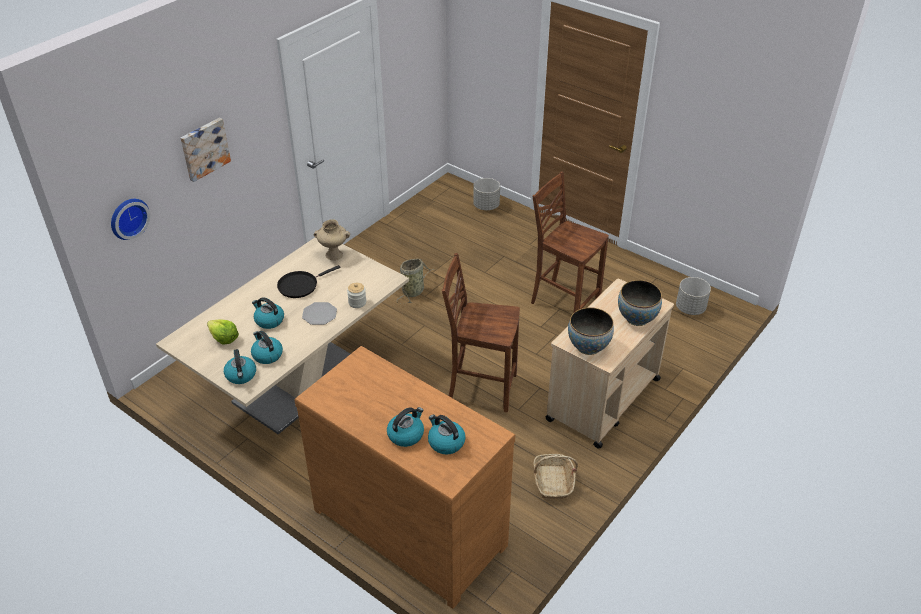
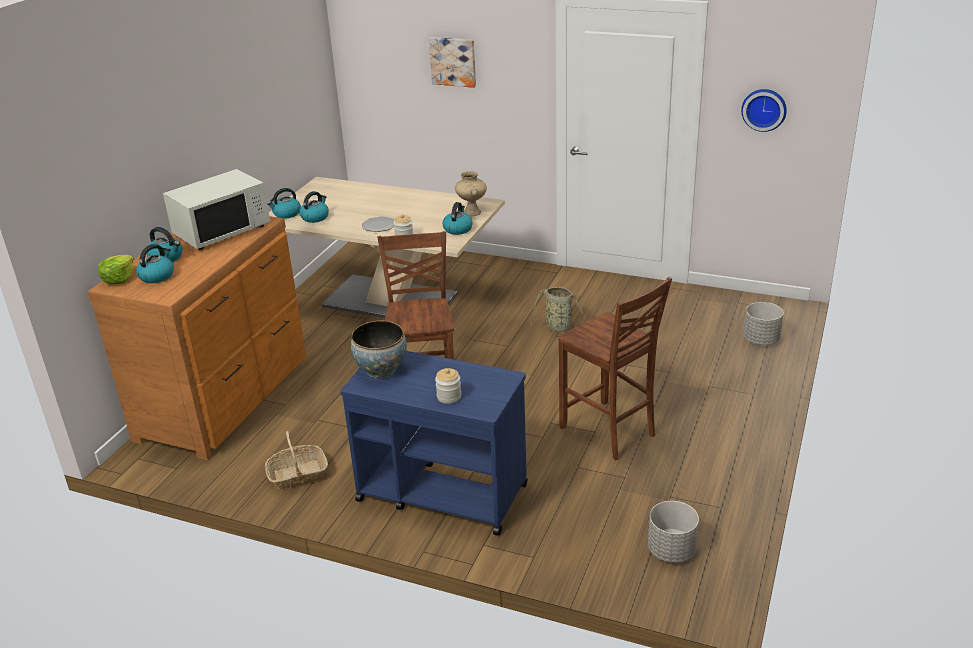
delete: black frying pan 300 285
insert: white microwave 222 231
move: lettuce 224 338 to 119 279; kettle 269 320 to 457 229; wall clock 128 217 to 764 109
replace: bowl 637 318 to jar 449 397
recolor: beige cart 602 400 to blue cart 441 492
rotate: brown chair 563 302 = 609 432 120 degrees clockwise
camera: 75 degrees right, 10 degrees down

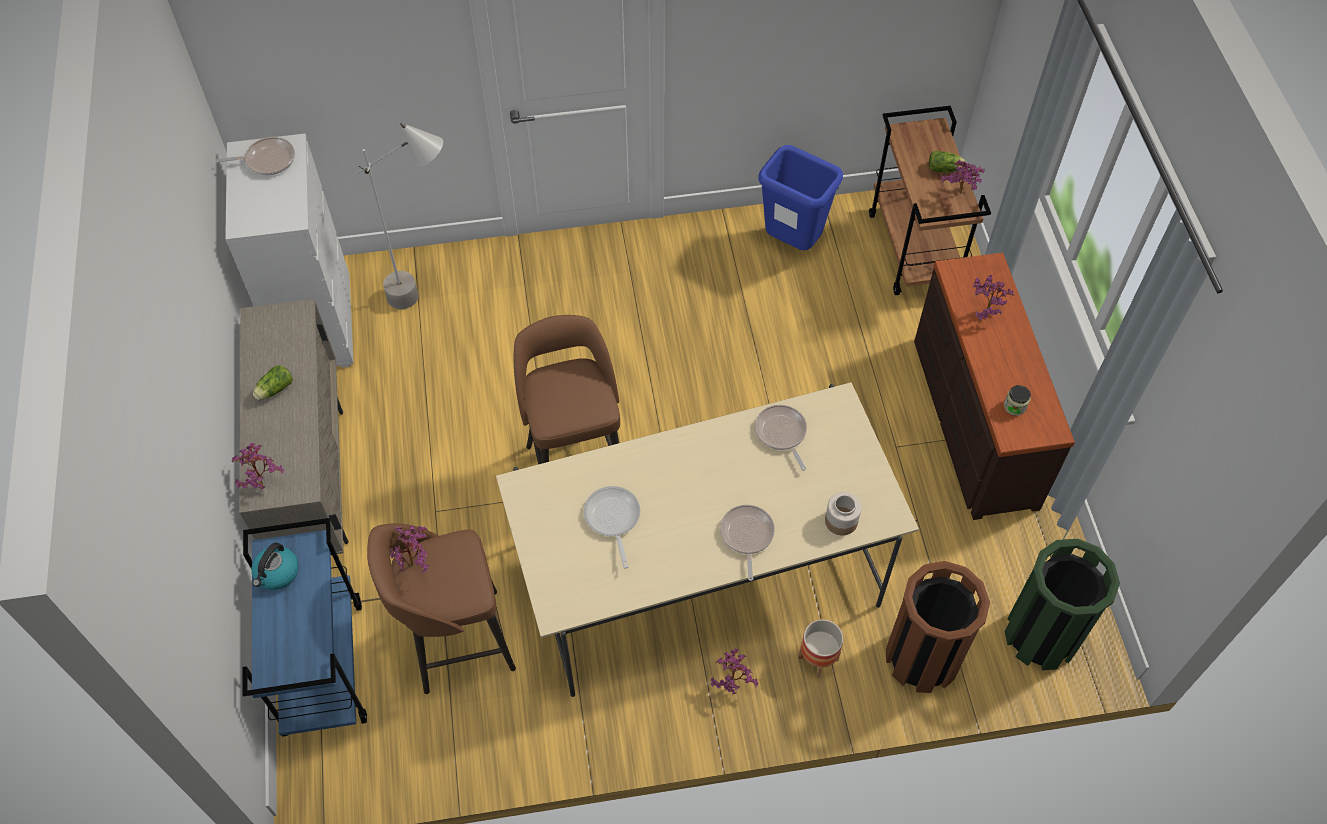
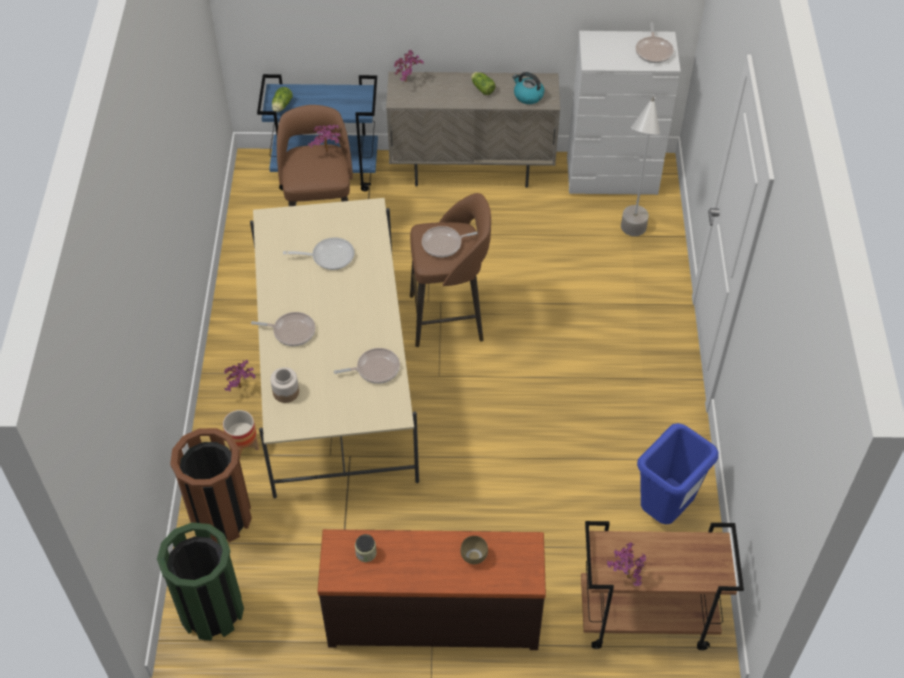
insert: frying pan 444 244
move: lettuce 945 169 to 281 106; kettle 277 573 to 528 96
replace: potted plant 984 314 to brown bowl 473 556
camera: 100 degrees right, 5 degrees down

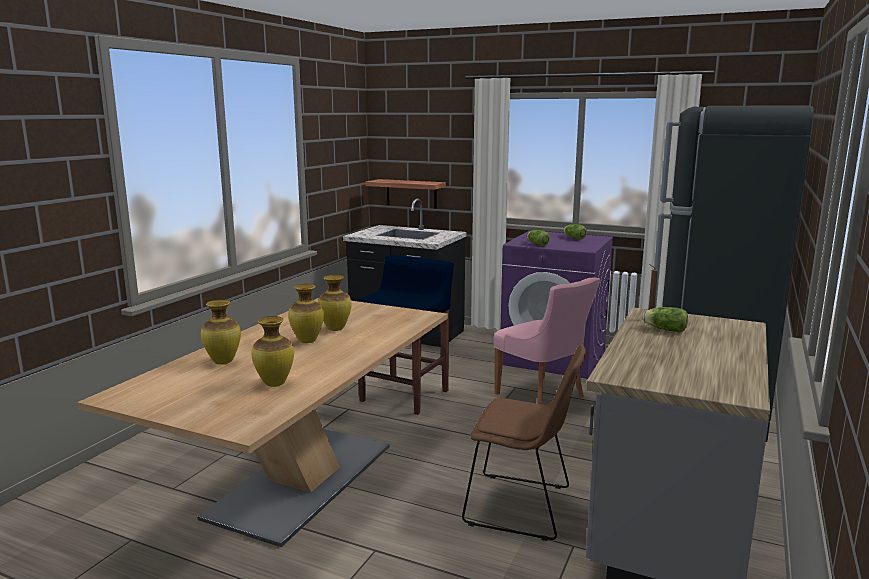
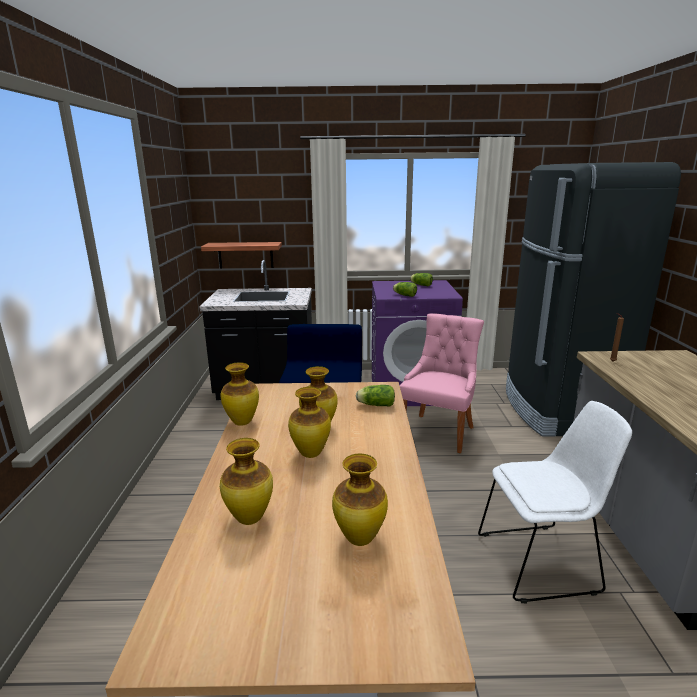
insert: vase 242 422
move: lettuce 664 329 to 375 405
recolor: brown chair 522 507 to white chair 541 561
rotate: pink chair 542 396 = 439 431 90 degrees counterclockwise
camera: 25 degrees left, 5 degrees up

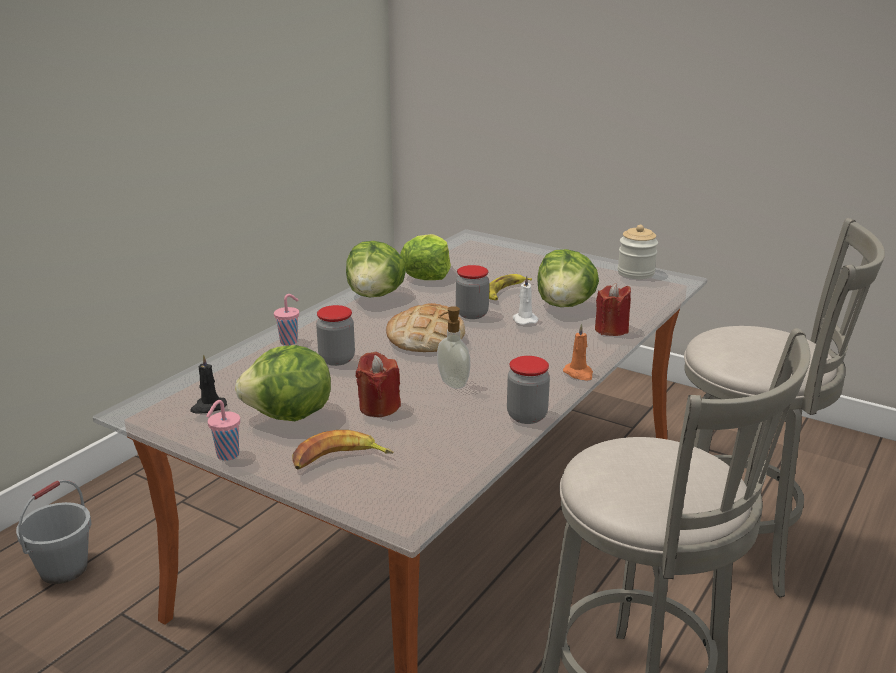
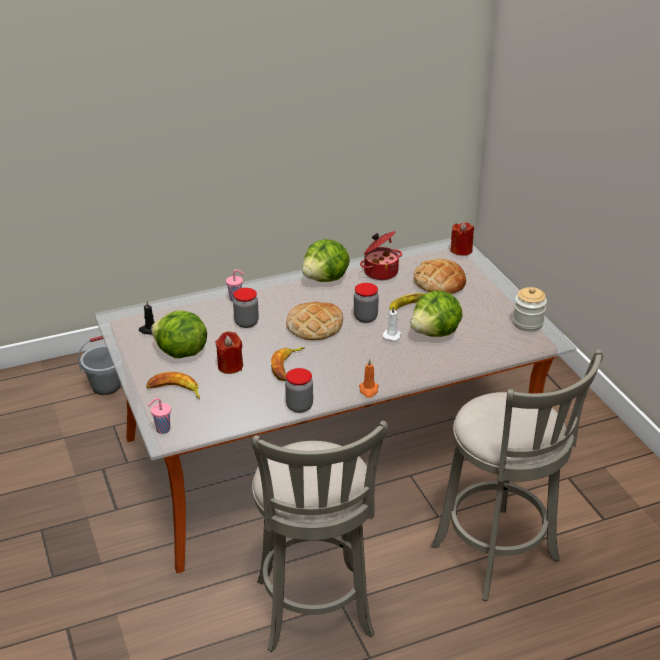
insert: bread 439 282
move: pink cup 226 456 to 162 429; red candle 611 329 to 461 250
replace: soap dispenser 452 384 to banana 287 366; lettuce 427 274 to cooking pot 380 271
camera: 35 degrees right, 10 degrees up

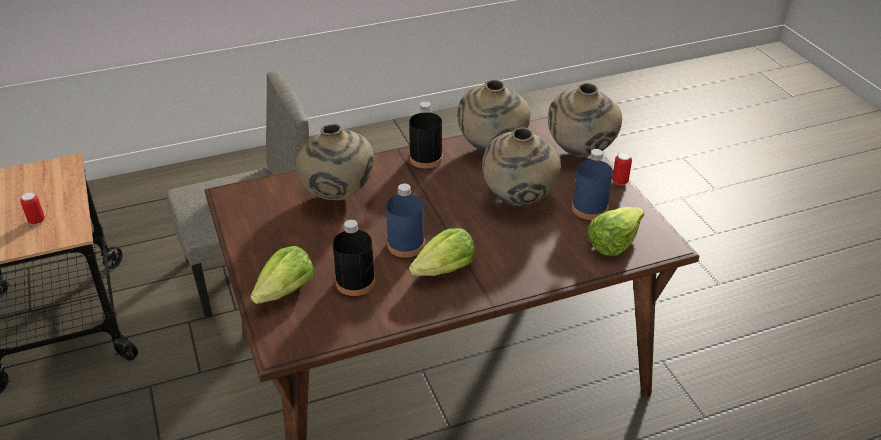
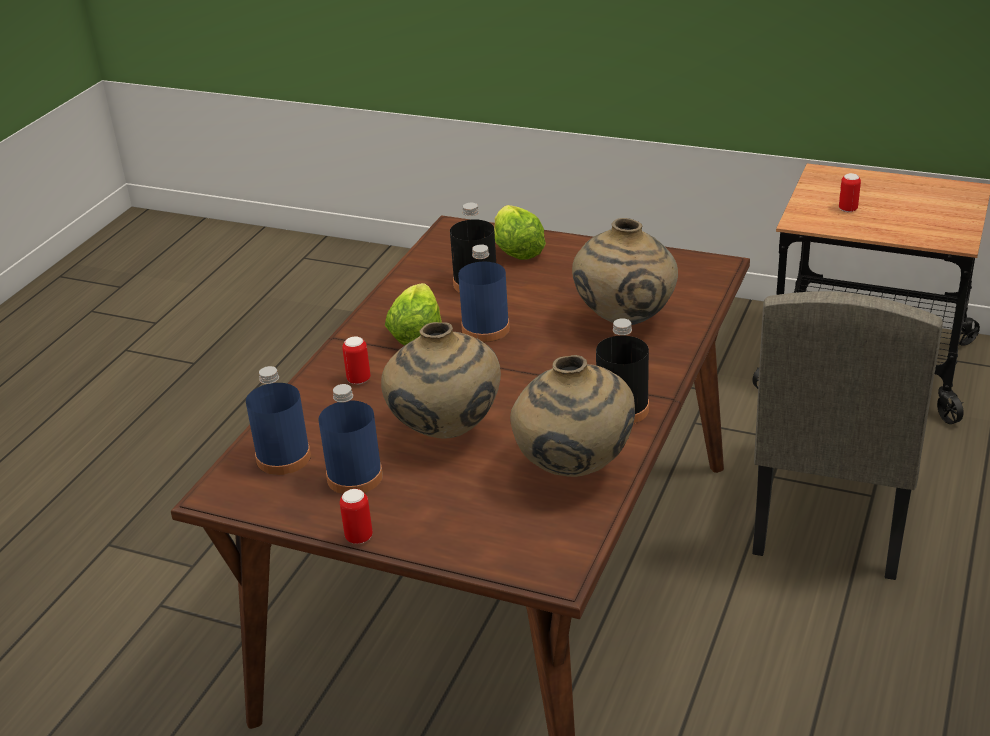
delete: beige vase 580 153
insert: can 359 380
replace: lettuce 613 242 to blue bottle 283 457
camera: 135 degrees right, 5 degrees down

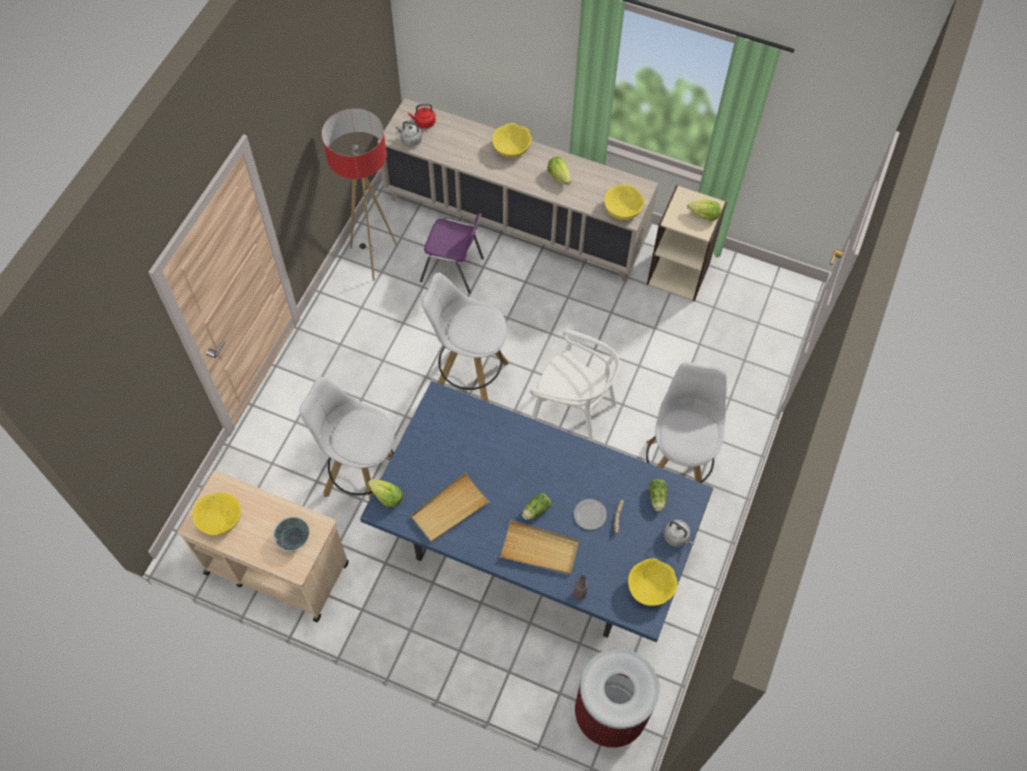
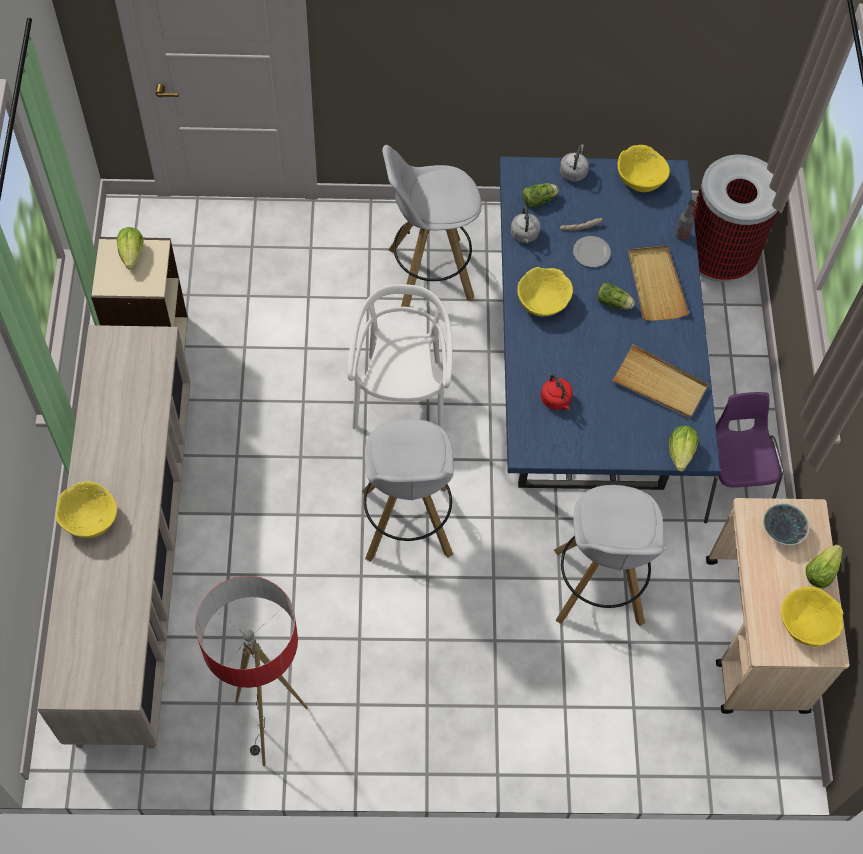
move: grey kettle 410 140 to 524 235; yellow bowl 622 210 to 543 302; red kettle 424 122 to 556 400; purple chair 453 270 to 730 485; lettuce 559 176 to 820 572
camera: 115 degrees left, 0 degrees up

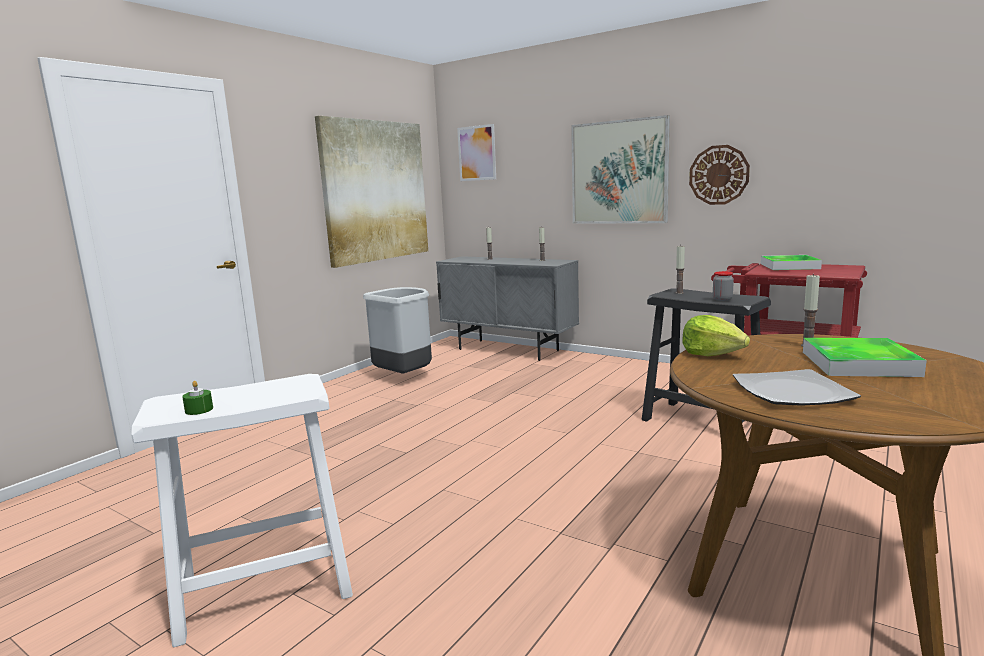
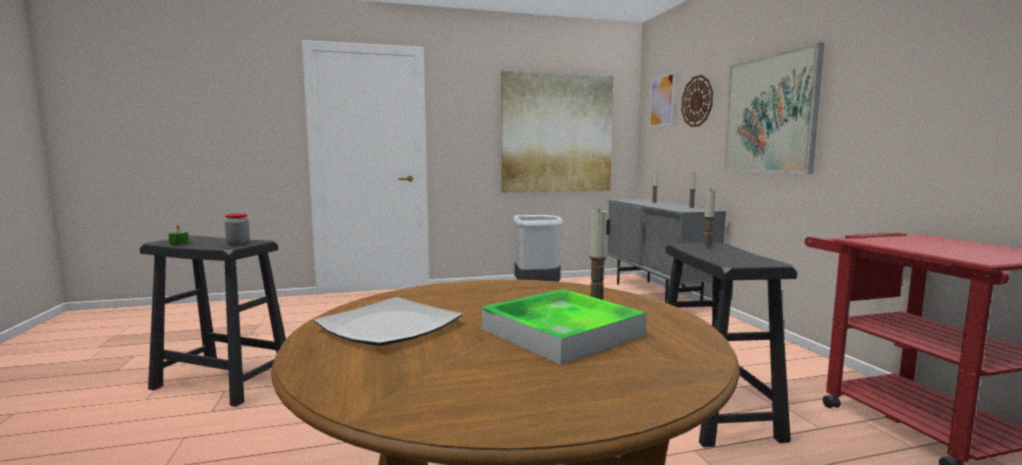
delete: lettuce 712 354; tray 789 266
move: jar 722 299 to 238 244; wall clock 718 175 to 697 101
recolor: white stool 266 588 to black stool 223 382
camera: 40 degrees right, 5 degrees down

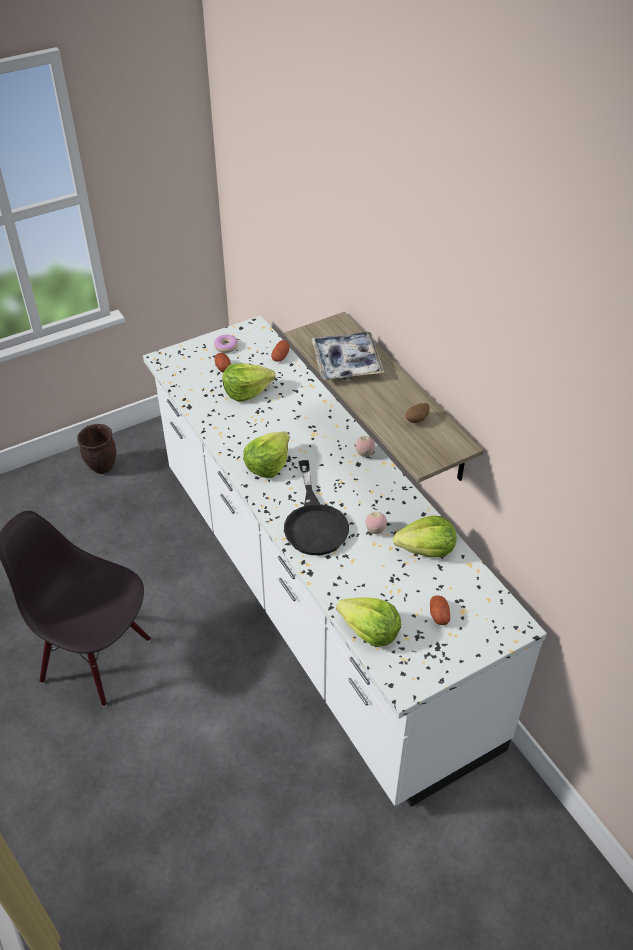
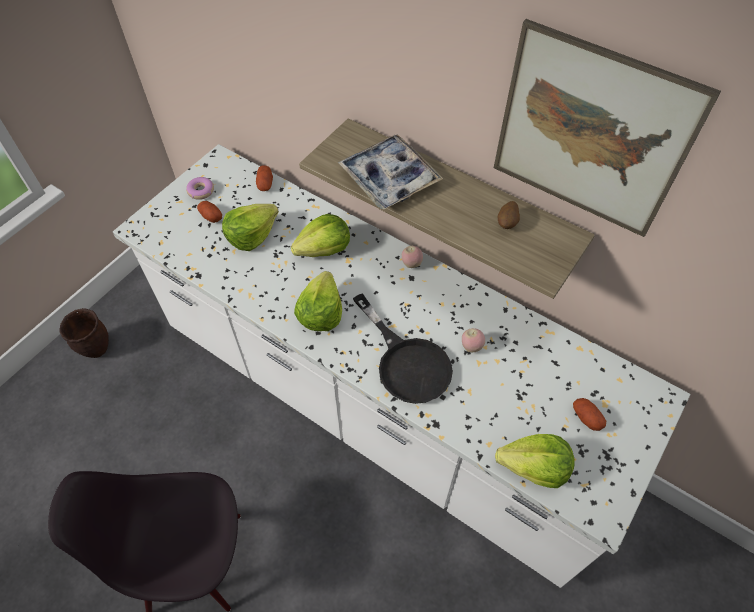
insert: picture 590 134
move: lettuce 426 549 to 324 249
camera: 25 degrees left, 10 degrees up

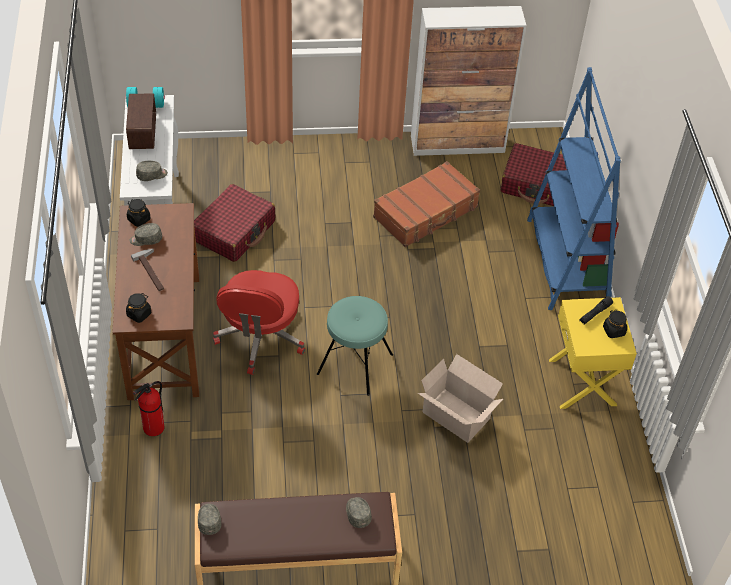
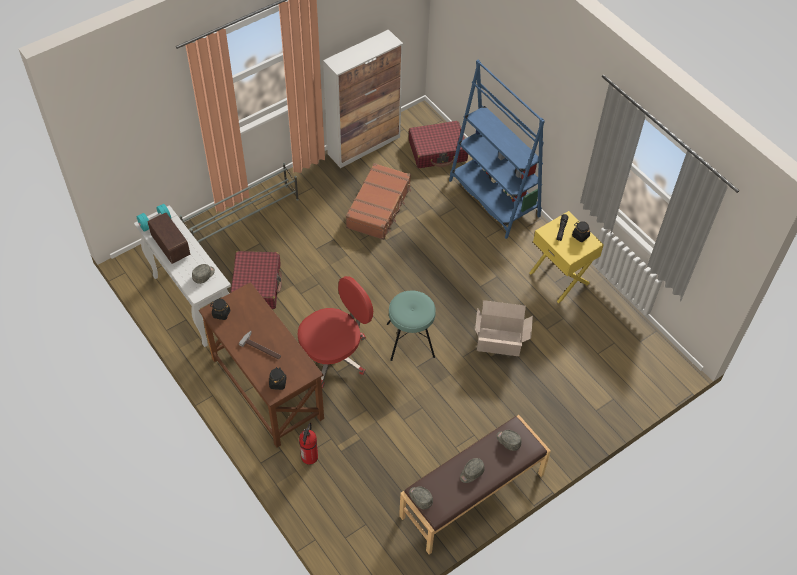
insert: grey shoe rack 243 218
move: grey cap 146 239 to 471 473
rotate: red office chair 260 338 = 334 355 105 degrees counterclockwise
camera: 30 degrees left, 5 degrees up

